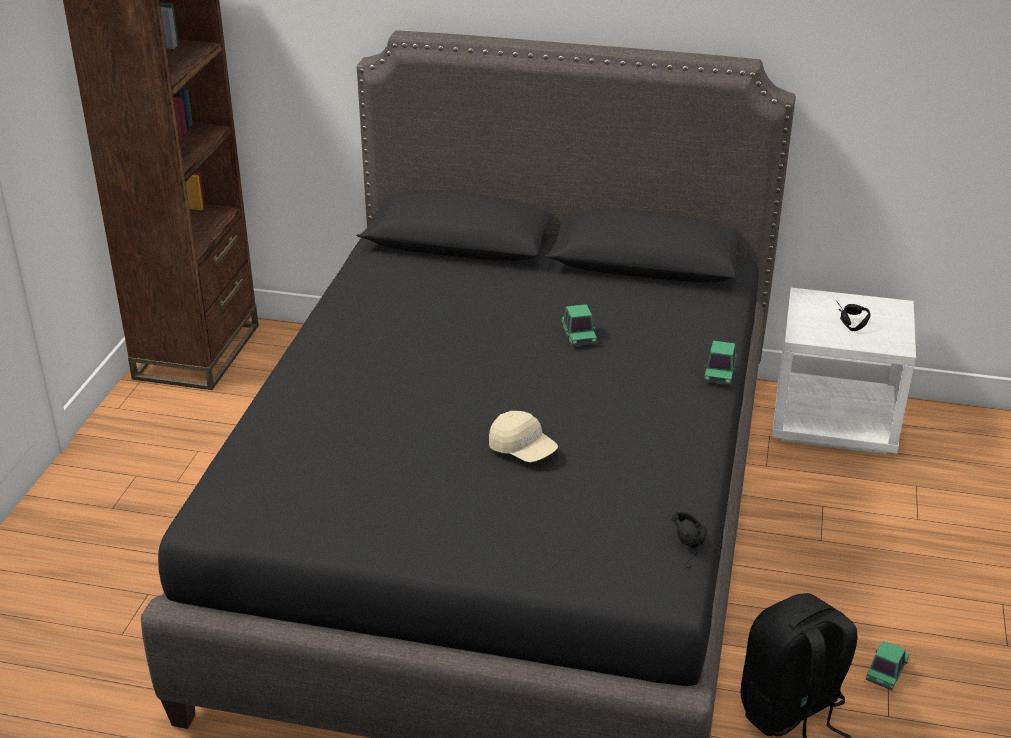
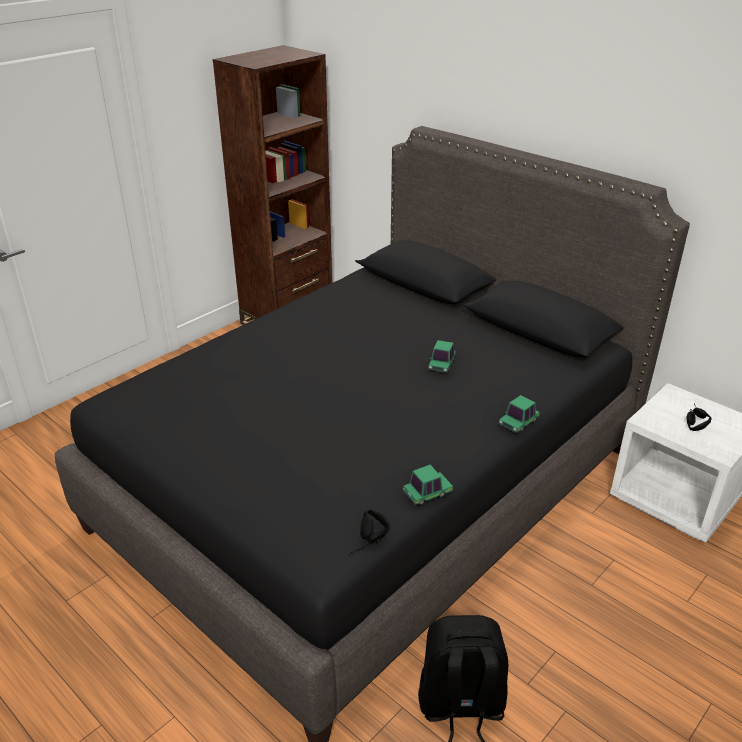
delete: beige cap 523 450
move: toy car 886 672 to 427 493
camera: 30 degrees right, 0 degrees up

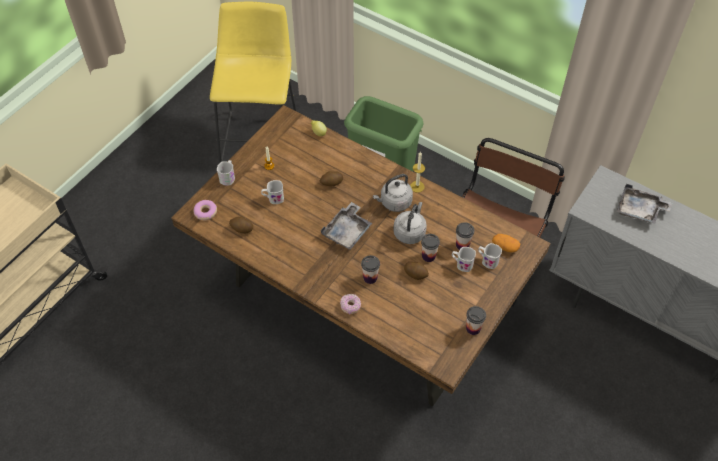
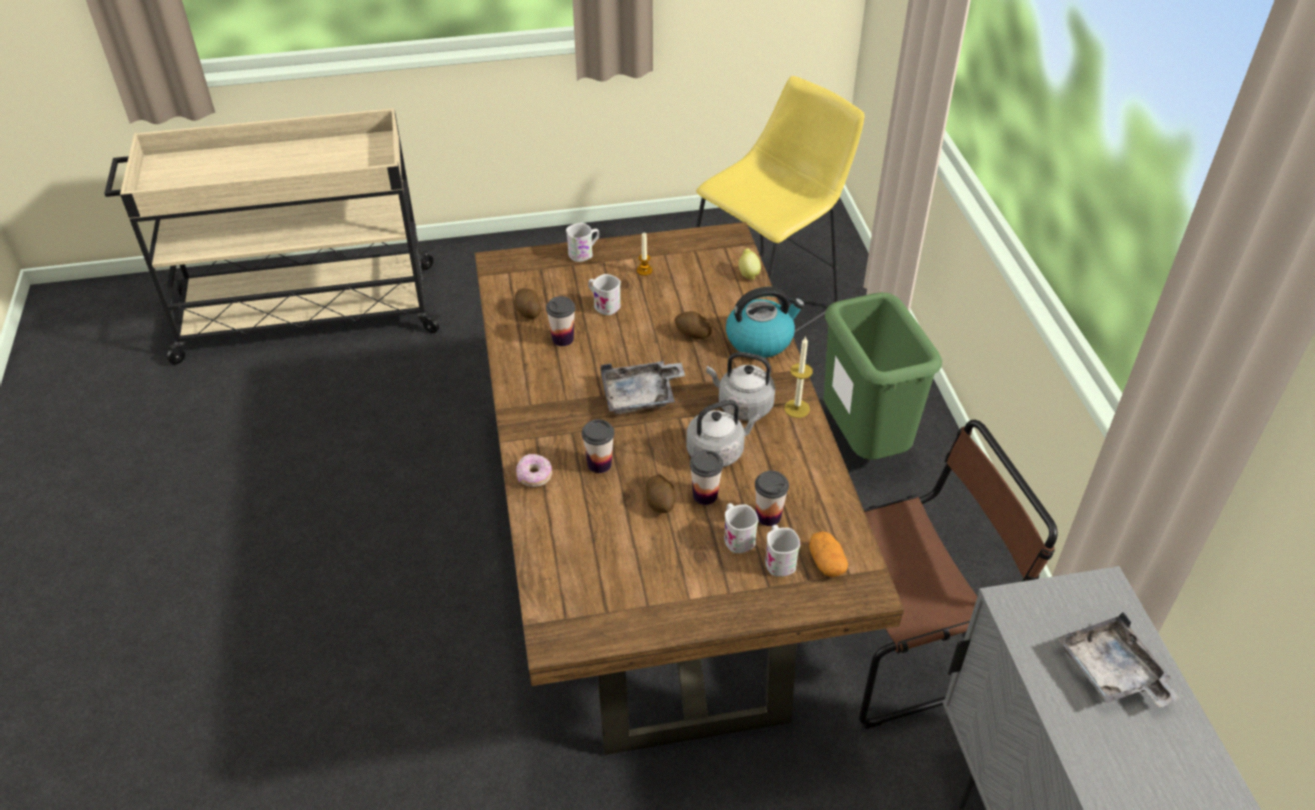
delete: donut 205 212
insert: kettle 760 339
move: cup 473 328 to 563 339
camera: 45 degrees right, 10 degrees down

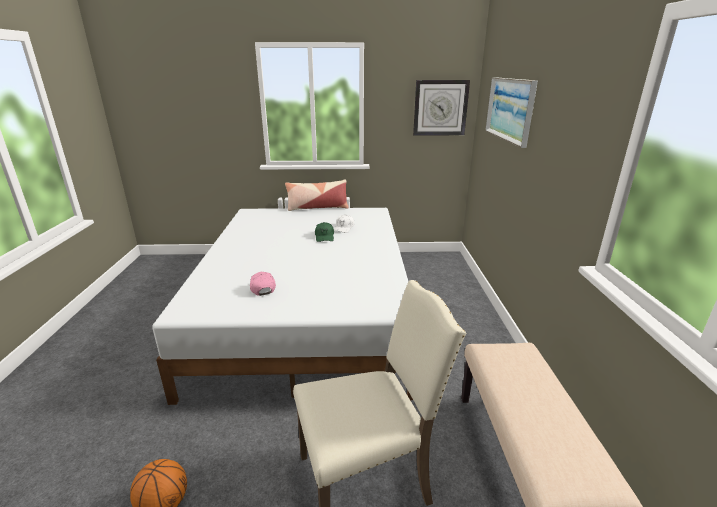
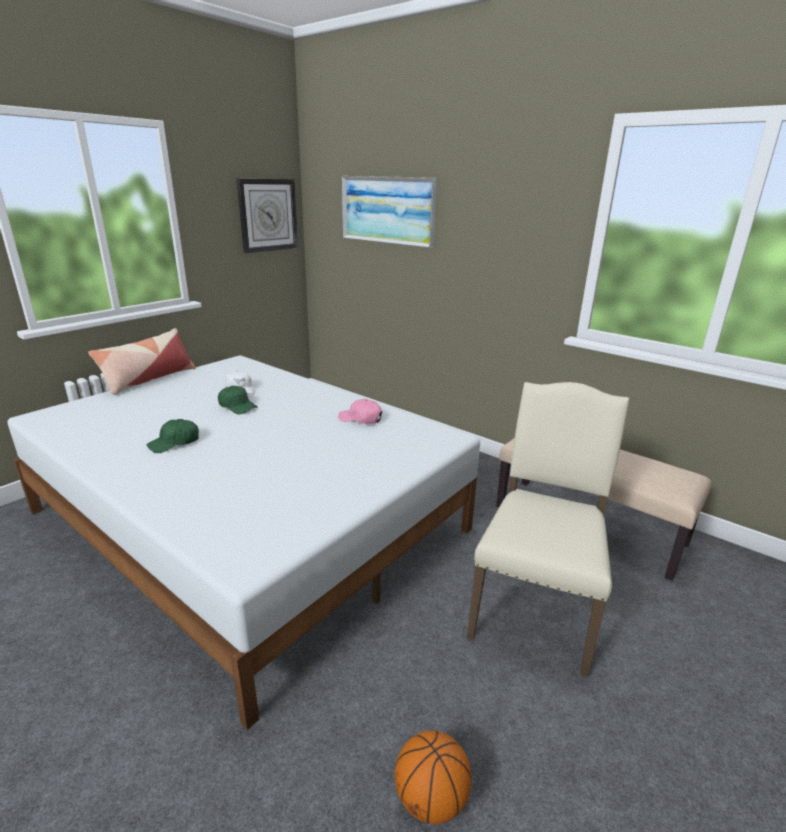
insert: green cap 174 443
move: pink cap 262 288 to 360 419
camera: 50 degrees left, 0 degrees up

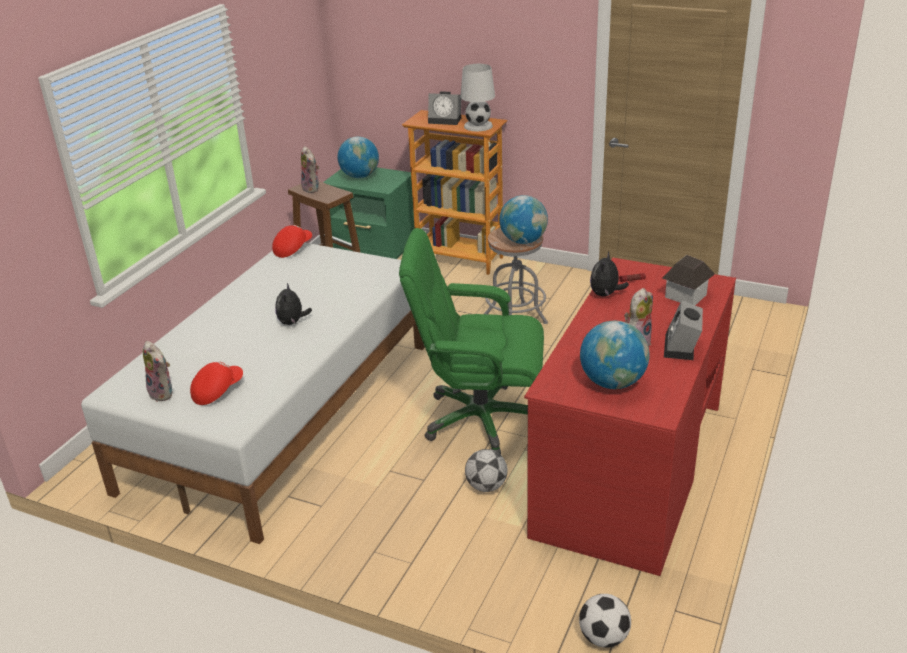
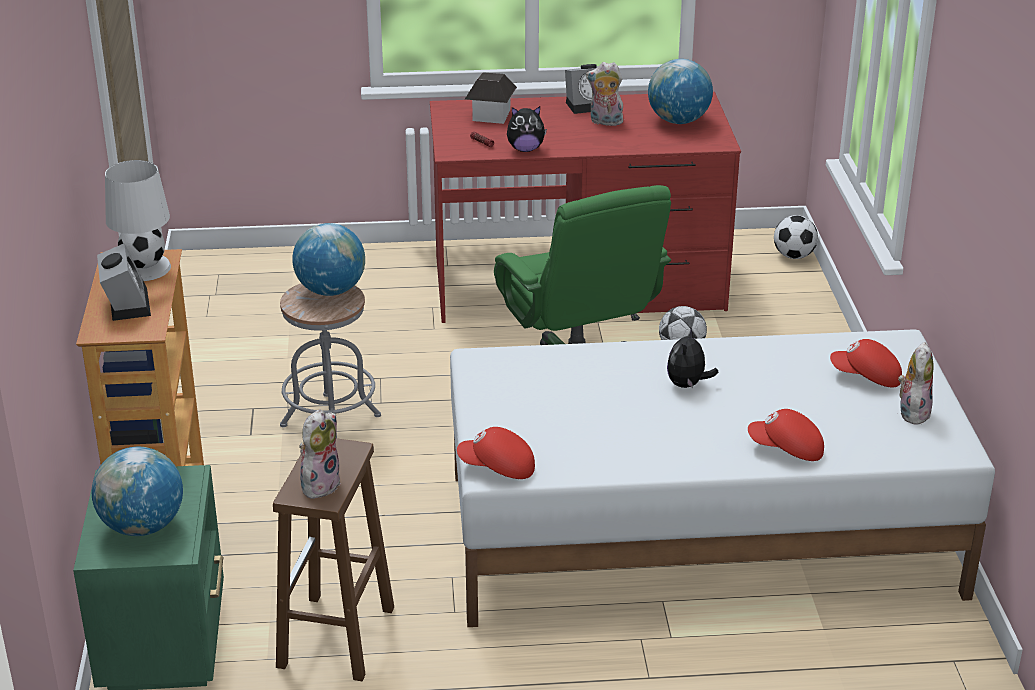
insert: red cap 786 450
rotate: plush toy 292 322 = 687 385 135 degrees clockwise
camera: 120 degrees left, 0 degrees up

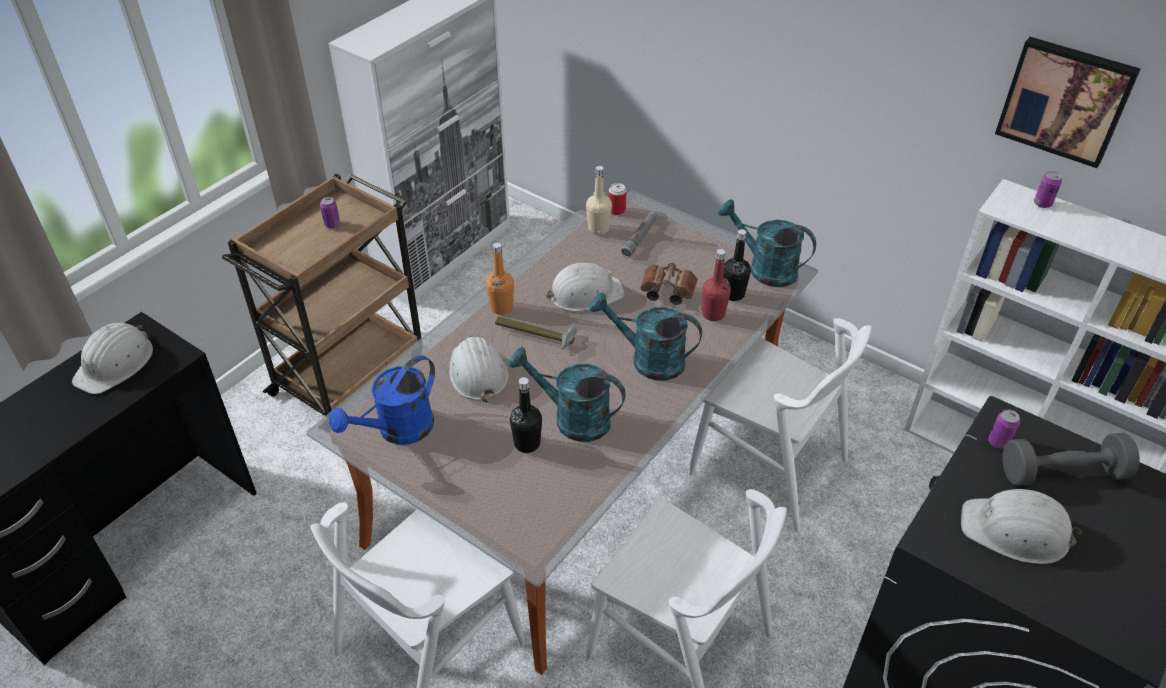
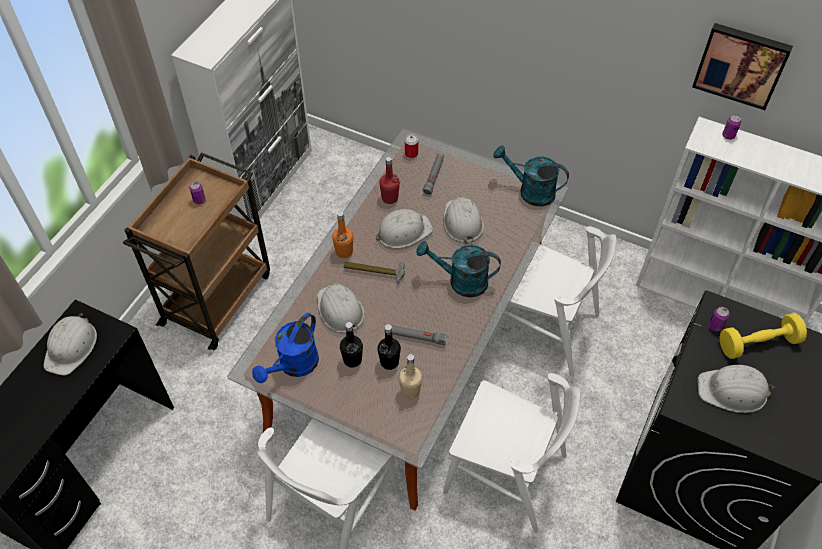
move: black bottle 733 294 to 352 360; red bottle 713 314 to 390 198; beige bottle 598 229 to 410 391
replace: turquoise watering can 572 418 to grey flashlight 416 337; brown binoculars 666 292 to white hard hat 462 222
recolor: grey dumbbell 1062 473 to yellow dumbbell 758 343
camera: 10 degrees left, 10 degrees up

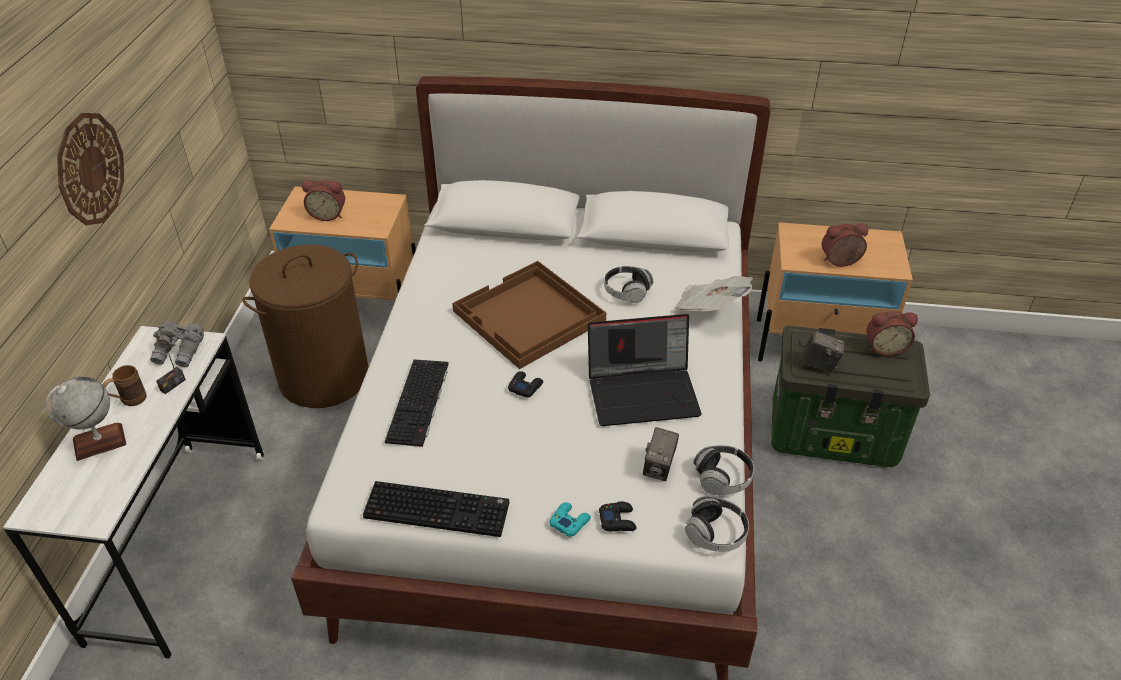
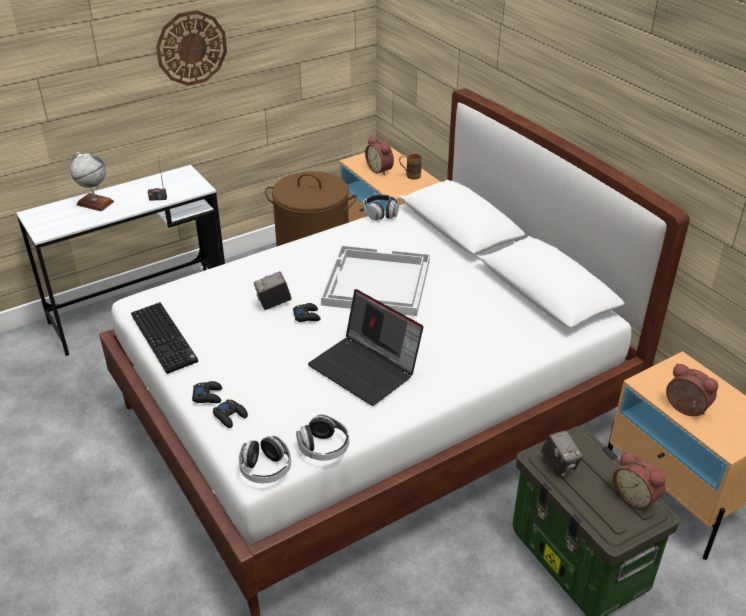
delete: grey binoculars 180 352; keyboard 419 403; newspaper 710 309
move: photo camera 659 468 to 273 303; headphones 627 292 to 381 214; brown mug 129 401 to 410 176
recolor: turquoise game controller 569 521 to black game controller 208 396; brown tray 529 317 to white tray 376 283
camera: 50 degrees right, 5 degrees down

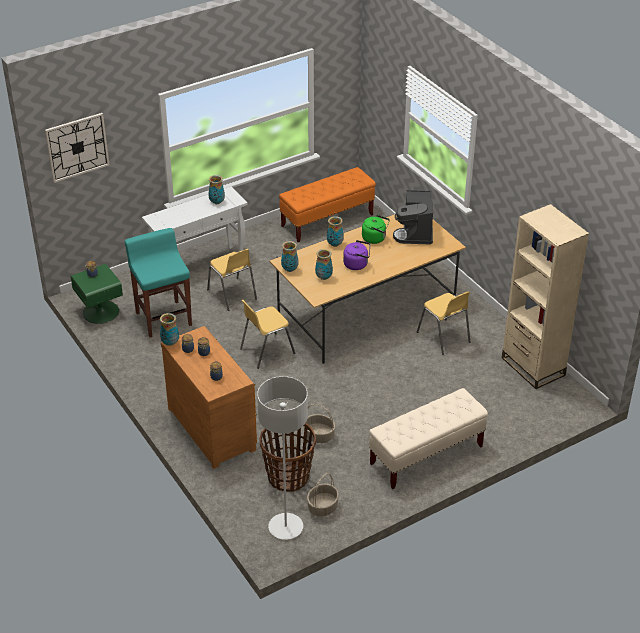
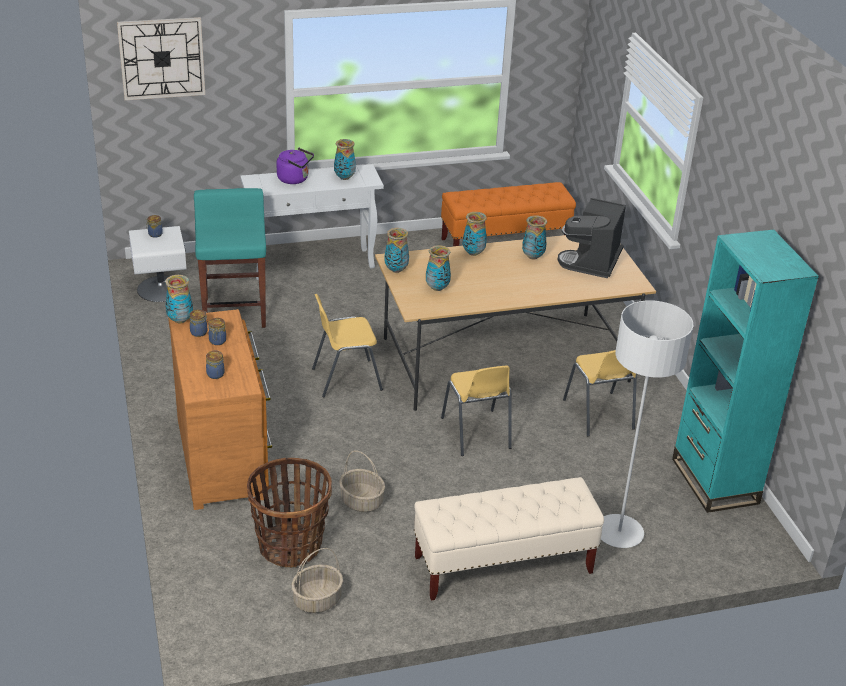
move: purple kettle 357 264 to 295 179; yellow chair 232 295 to 476 433; grey floor lamp 285 527 to 619 533
replace: green kettle 375 238 to vase 533 257
recolor: green nightstand 100 312 to white nightstand 160 289; beige bookcase 533 366 to turquoise bookcase 714 481
camera: 15 degrees right, 5 degrees down

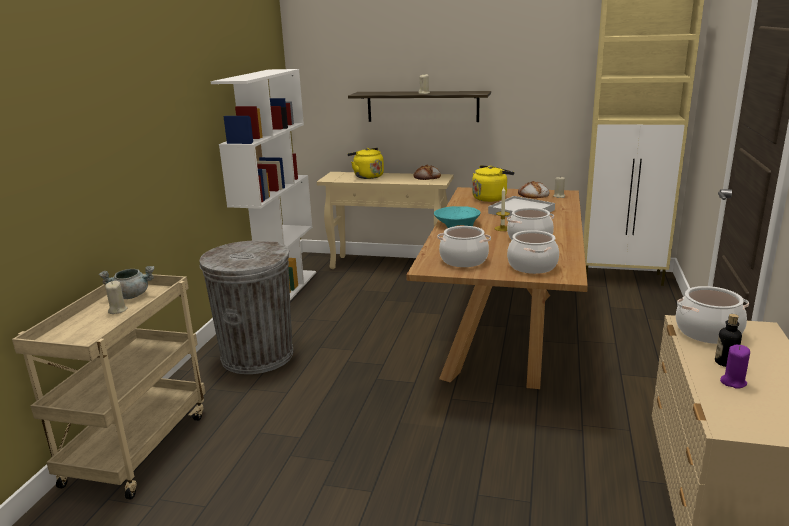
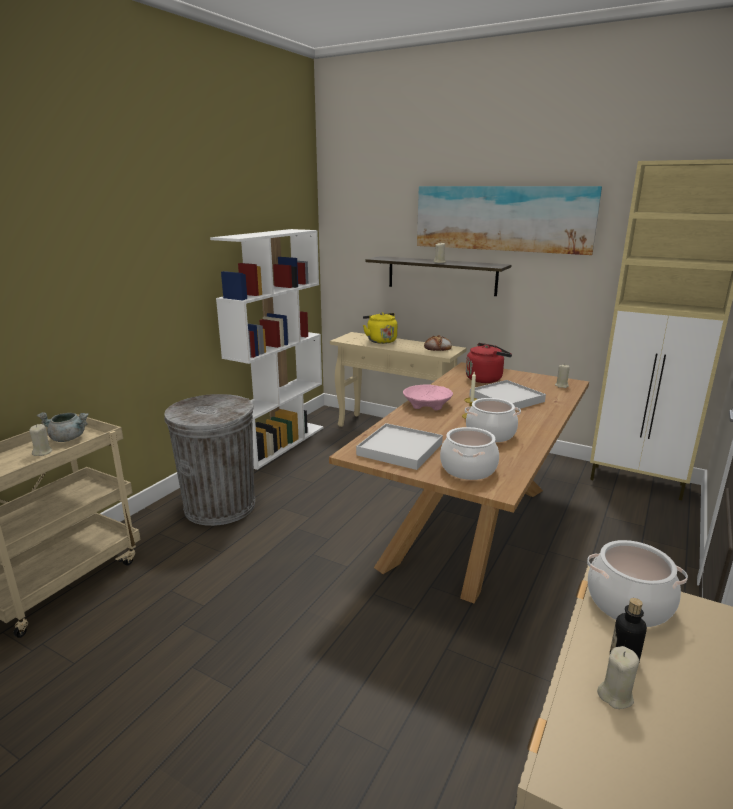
delete: bread 533 195
insert: picture 502 218
replace: cooking pot 464 260 to white tray 400 449
recolor: turquoise bowl 456 224 to pink bowl 427 404; yellow kettle 490 198 to red kettle 485 379; purple candle 733 382 to beige candle 615 695
camera: 15 degrees right, 0 degrees up

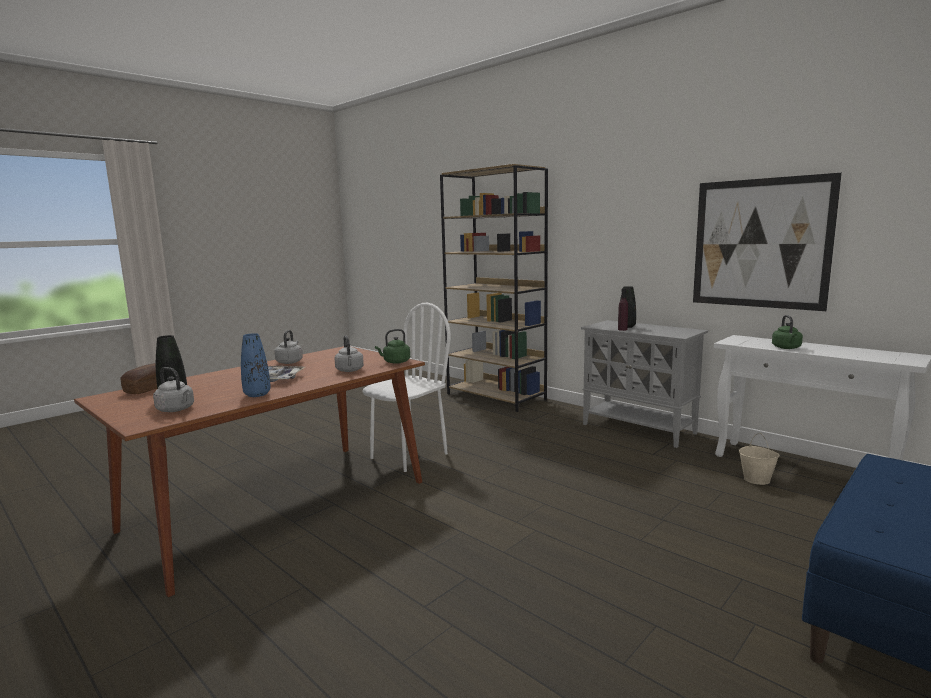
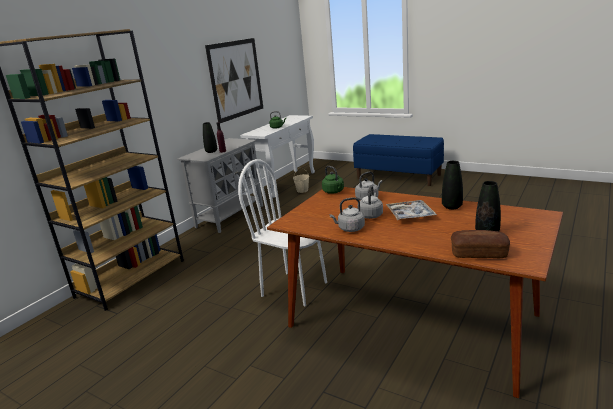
move: grey kettle 176 410 to 371 215
recolor: blue vase 257 394 to black vase 452 206
camera: 100 degrees left, 10 degrees up

